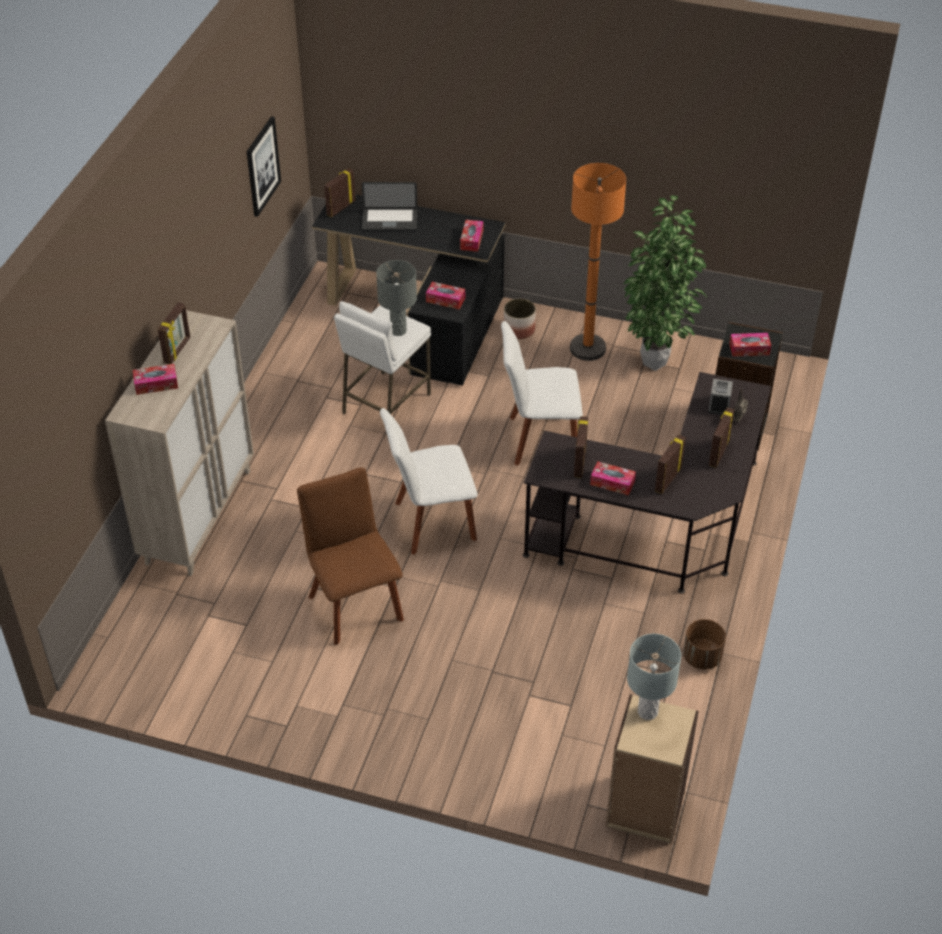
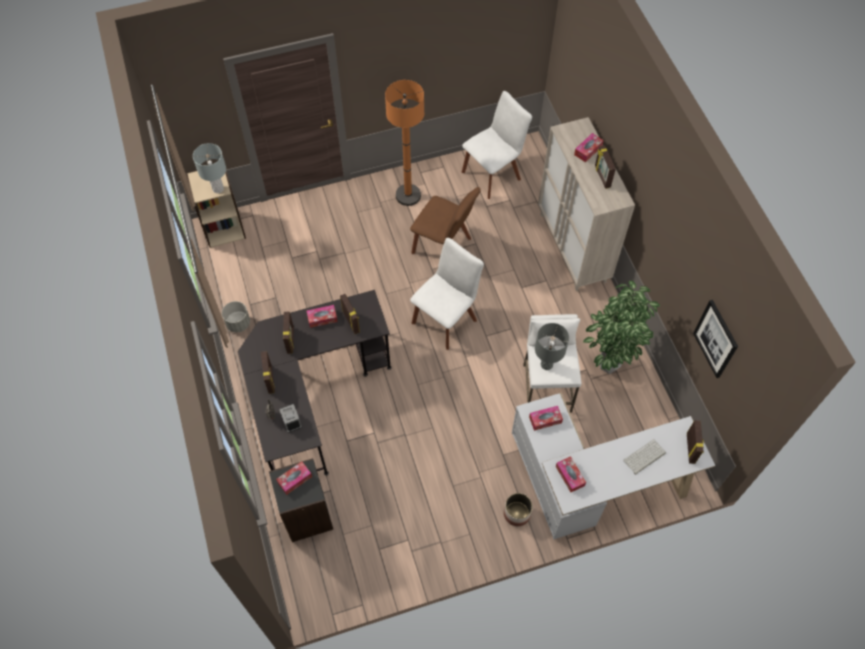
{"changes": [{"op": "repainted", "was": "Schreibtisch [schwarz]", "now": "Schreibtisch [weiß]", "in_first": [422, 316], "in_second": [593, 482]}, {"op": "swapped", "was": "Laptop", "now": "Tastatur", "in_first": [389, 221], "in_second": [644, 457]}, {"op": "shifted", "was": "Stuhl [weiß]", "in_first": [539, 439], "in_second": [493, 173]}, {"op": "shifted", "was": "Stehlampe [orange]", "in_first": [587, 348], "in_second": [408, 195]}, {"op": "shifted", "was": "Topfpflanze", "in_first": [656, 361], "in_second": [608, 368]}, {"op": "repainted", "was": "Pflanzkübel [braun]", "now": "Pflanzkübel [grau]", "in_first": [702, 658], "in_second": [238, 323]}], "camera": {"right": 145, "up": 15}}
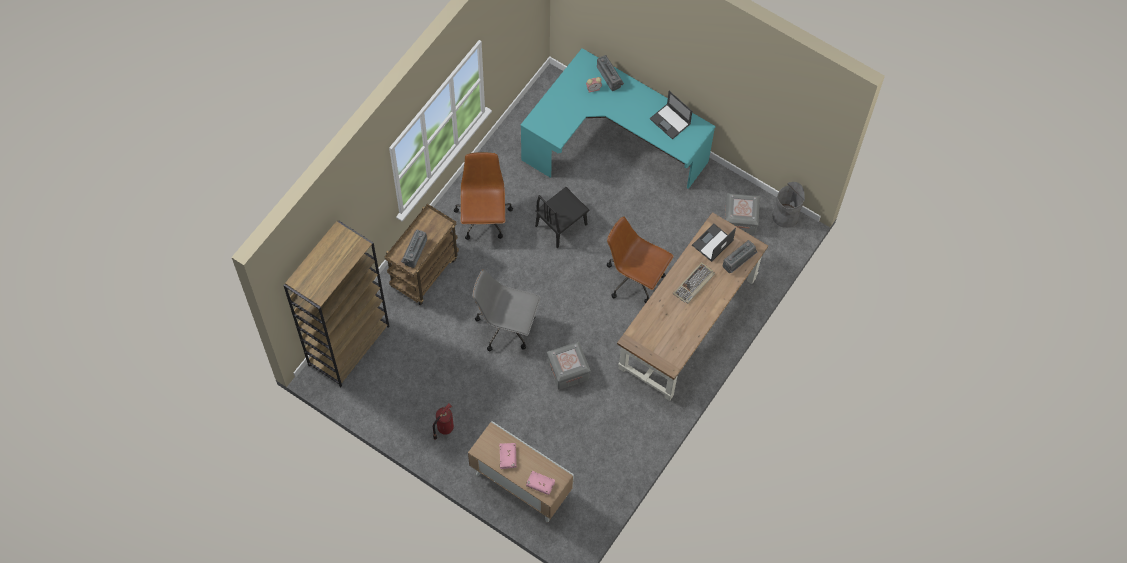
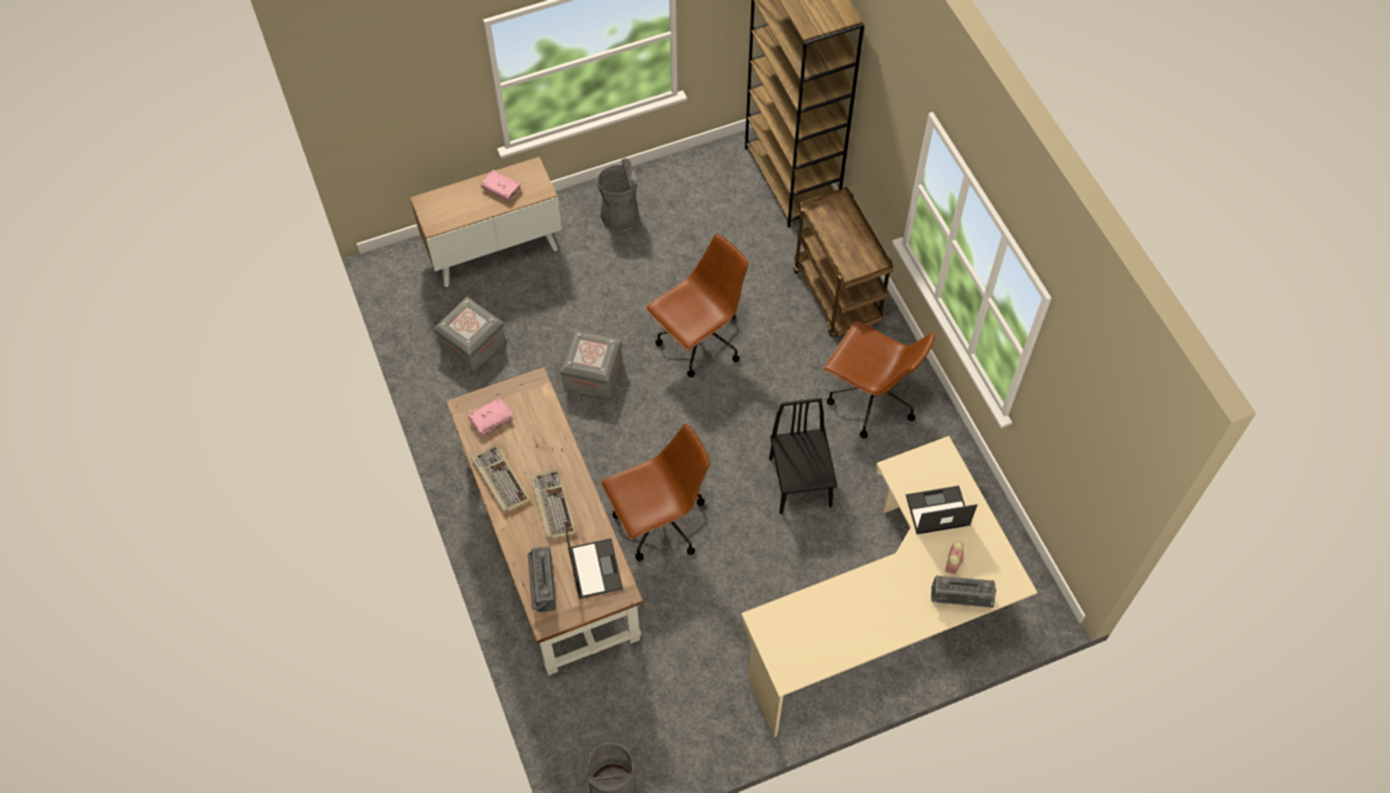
{"changes": [{"op": "gone", "was": "Radio", "in_first": [414, 251]}, {"op": "swapped", "was": "Feuerlöscher", "now": "Mülleimer [grau]", "in_first": [444, 428], "in_second": [619, 215]}, {"op": "repainted", "was": "Bürostuhl [grau]", "now": "Bürostuhl [braun]", "in_first": [506, 327], "in_second": [699, 342]}, {"op": "repainted", "was": "Schreibtisch [türkis]", "now": "Schreibtisch [beige]", "in_first": [612, 145], "in_second": [885, 621]}, {"op": "shifted", "was": "Buch [rosa]", "in_first": [540, 484], "in_second": [491, 419]}, {"op": "shifted", "was": "Laptop", "in_first": [670, 121], "in_second": [936, 511]}, {"op": "shifted", "was": "Aufbewahrungsbox [grau]", "in_first": [740, 219], "in_second": [472, 344]}, {"op": "new", "now": "Tastatur", "in_second": [499, 480]}], "camera": {"right": 125, "up": -5}}
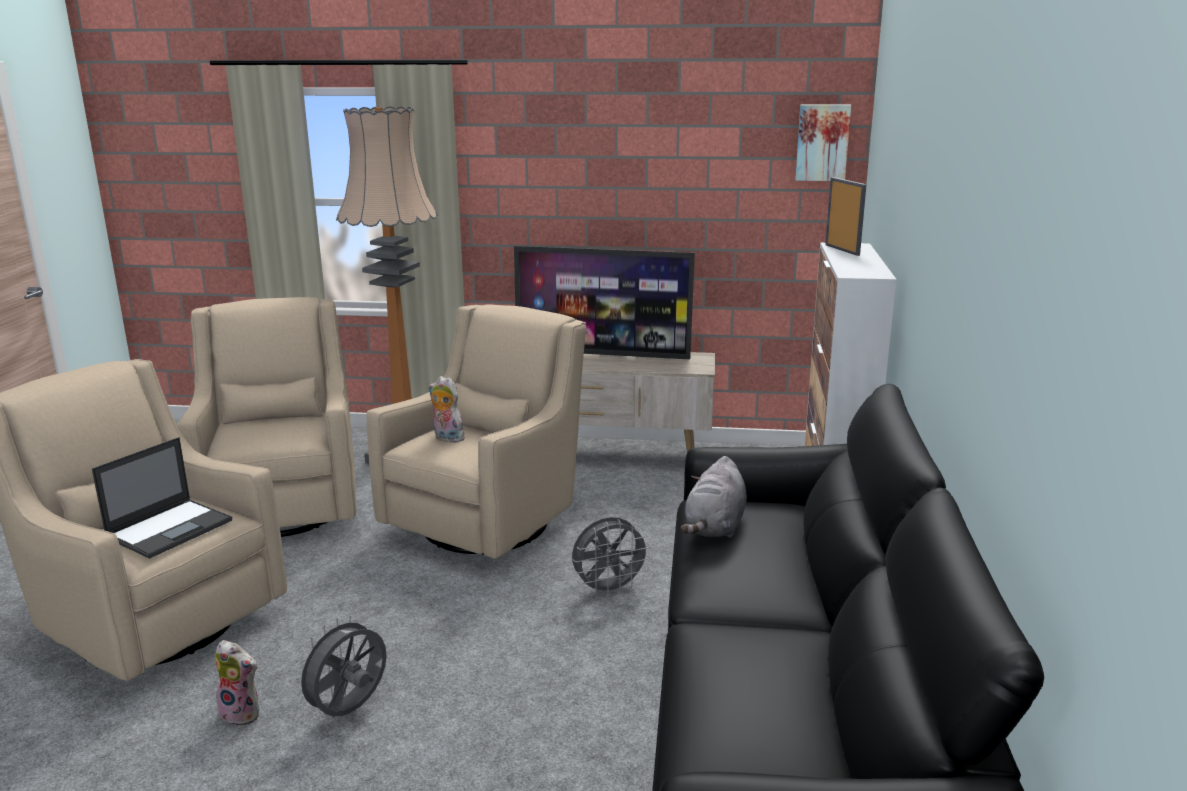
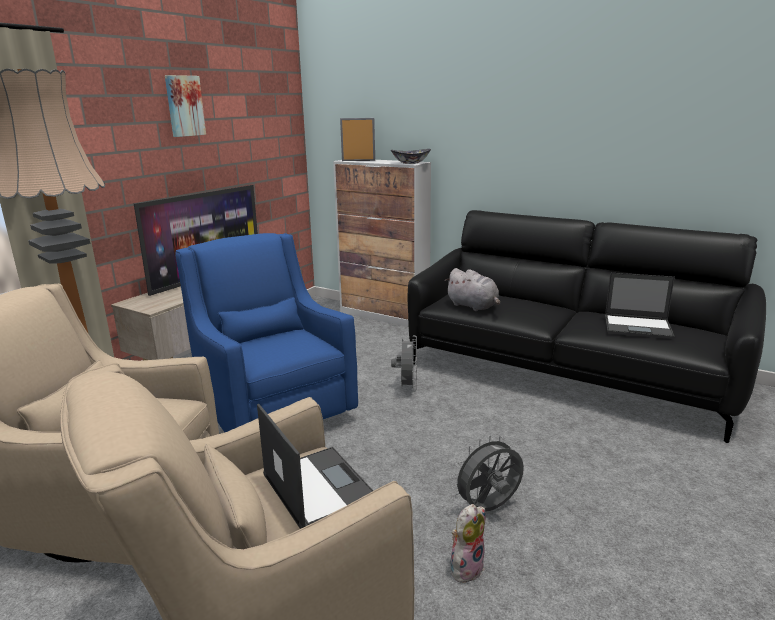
{"changes": [{"op": "rotated", "was": "Ventilator [grau]", "in_first": [349, 711], "in_second": [489, 509], "clockwise": 90}, {"op": "repainted", "was": "Sessel [beige]", "now": "Sessel [blau]", "in_first": [489, 521], "in_second": [272, 410]}, {"op": "gone", "was": "Plüschtier", "in_first": [446, 438]}, {"op": "shifted", "was": "Bild", "in_first": [822, 142], "in_second": [184, 106]}, {"op": "new", "now": "Schüssel", "in_second": [410, 163]}, {"op": "new", "now": "Laptop", "in_second": [638, 327]}], "camera": {"right": -65, "up": 0}}
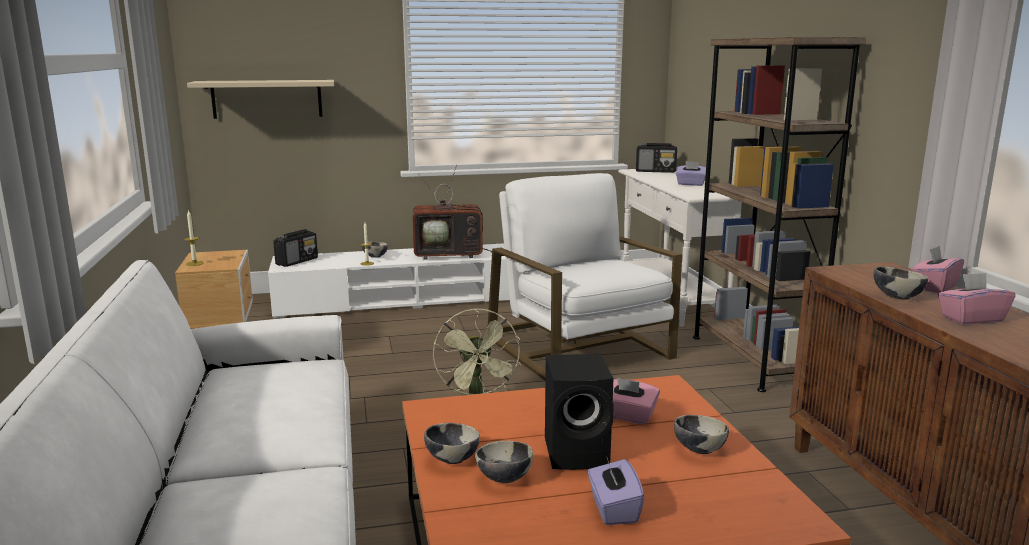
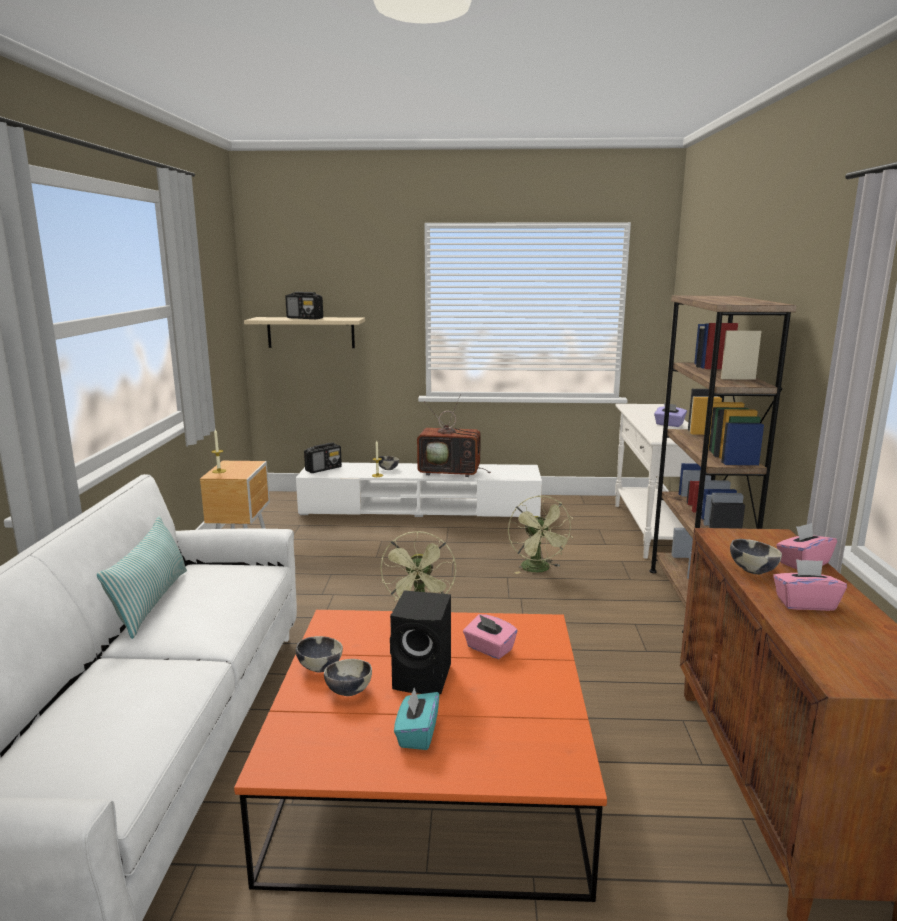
{"changes": [{"op": "swapped", "was": "Sessel [weiß]", "now": "Ventilator [grün]", "in_first": [581, 348], "in_second": [538, 569]}, {"op": "repainted", "was": "Taschentuchbox [lila]", "now": "Taschentuchbox [türkis]", "in_first": [613, 509], "in_second": [417, 734]}, {"op": "shifted", "was": "Radio", "in_first": [656, 171], "in_second": [305, 318]}, {"op": "gone", "was": "Schüssel", "in_first": [699, 449]}, {"op": "new", "now": "Kissen", "in_second": [151, 602]}], "camera": {"right": 15, "up": 0}}
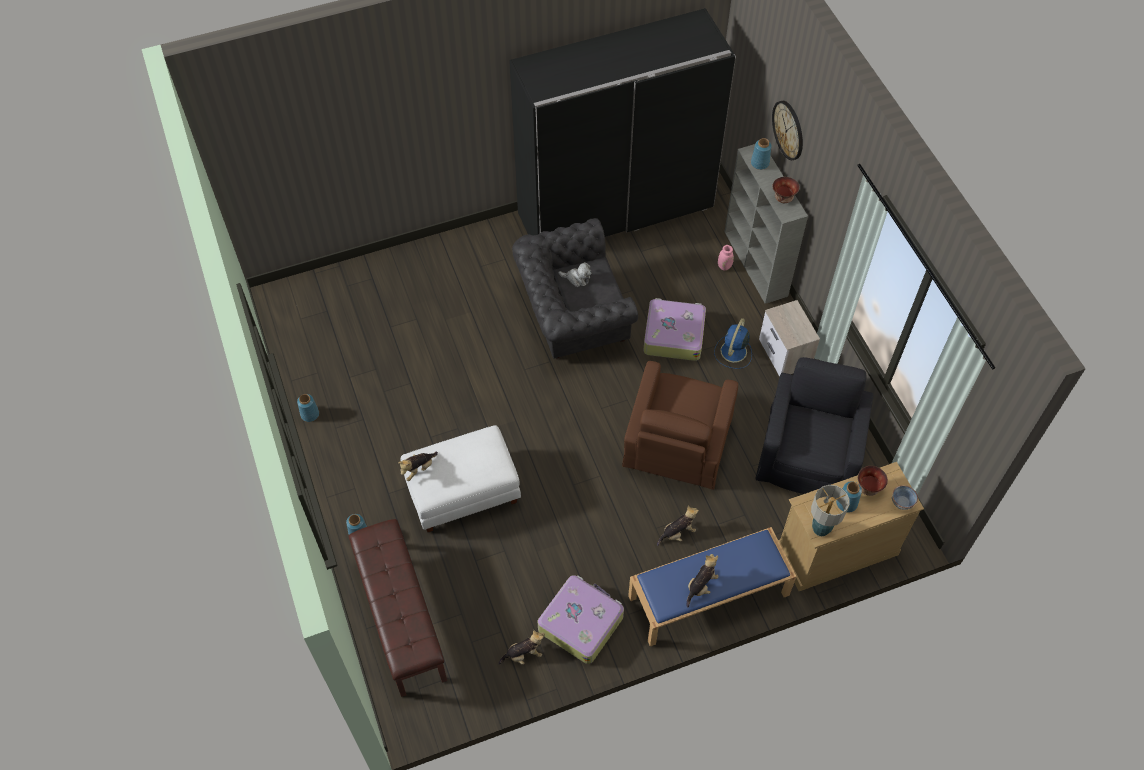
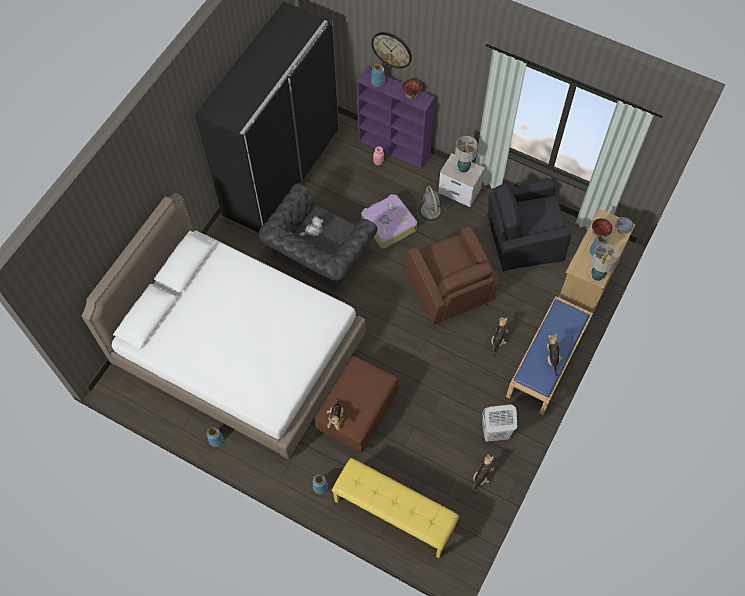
{"changes": [{"op": "repainted", "was": "Bank [braun]", "now": "Bank [gelb]", "in_first": [400, 617], "in_second": [393, 514]}, {"op": "repainted", "was": "Polsterhocker [weiß]", "now": "Polsterhocker [braun]", "in_first": [463, 491], "in_second": [357, 411]}, {"op": "swapped", "was": "Koffer", "now": "Wäschekorb [weiß]", "in_first": [580, 622], "in_second": [495, 432]}, {"op": "repainted", "was": "Ventilator [blau]", "now": "Ventilator [grau]", "in_first": [733, 352], "in_second": [431, 211]}, {"op": "repainted", "was": "Bücherregal [grau]", "now": "Bücherregal [lila]", "in_first": [756, 264], "in_second": [395, 148]}, {"op": "rotated", "was": "Sessel [schwarz]", "in_first": [809, 451], "in_second": [523, 238], "clockwise": -75}, {"op": "new", "now": "Bett [weiß]", "in_second": [239, 351]}, {"op": "new", "now": "Tischlampe", "in_second": [463, 168]}], "camera": {"right": -40, "up": 5}}
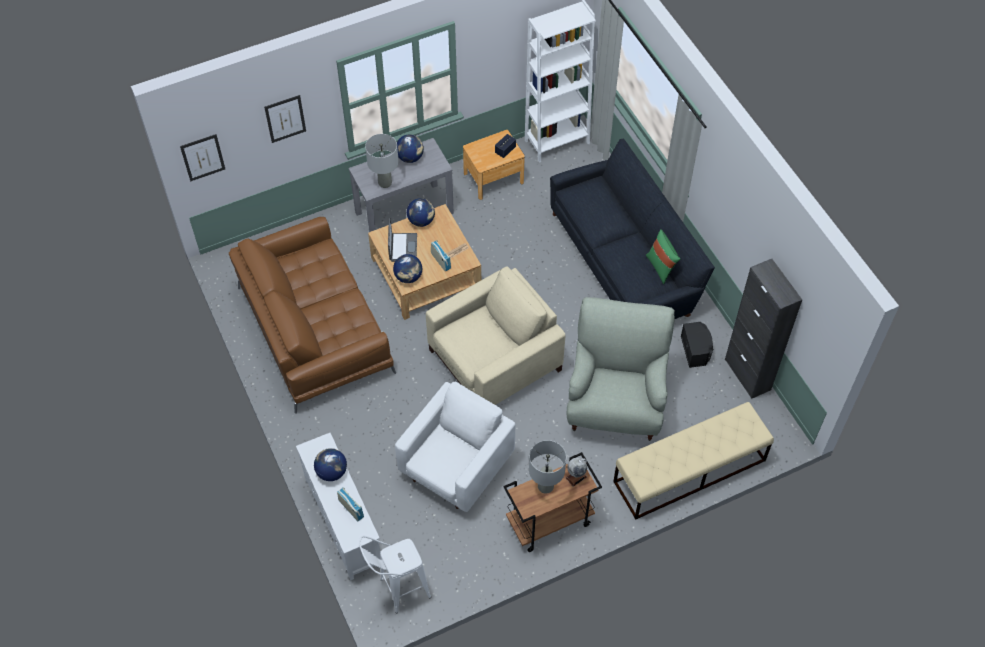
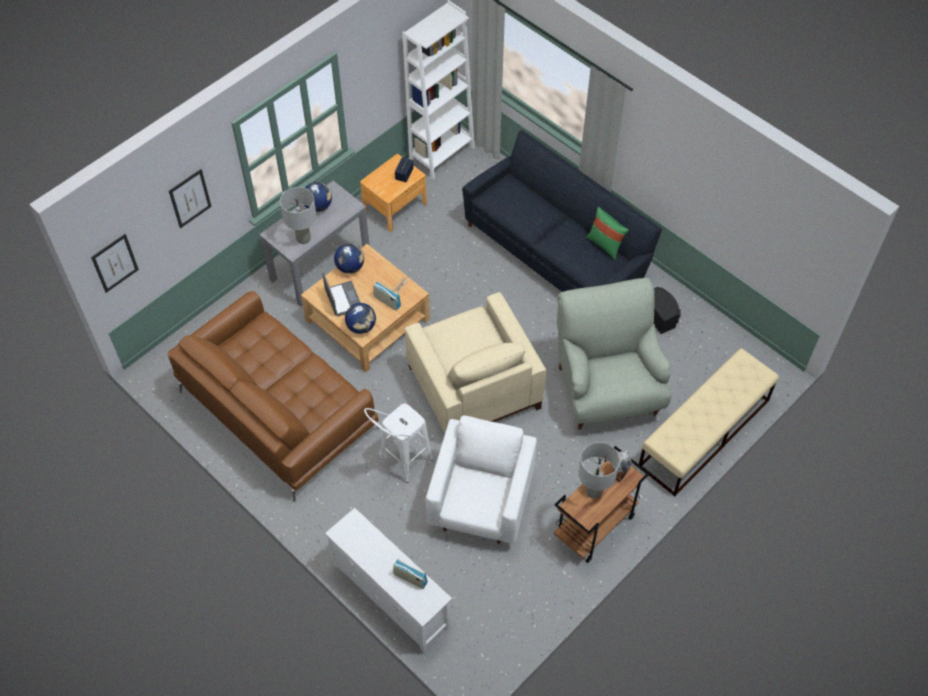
{"changes": [{"op": "gone", "was": "Globus", "in_first": [331, 472]}, {"op": "shifted", "was": "Hocker [weiß]", "in_first": [397, 591], "in_second": [400, 464]}, {"op": "rotated", "was": "Sessel [beige]", "in_first": [494, 361], "in_second": [472, 386], "clockwise": 120}, {"op": "gone", "was": "Schrank [schwarz]", "in_first": [747, 374]}], "camera": {"right": -20, "up": 0}}
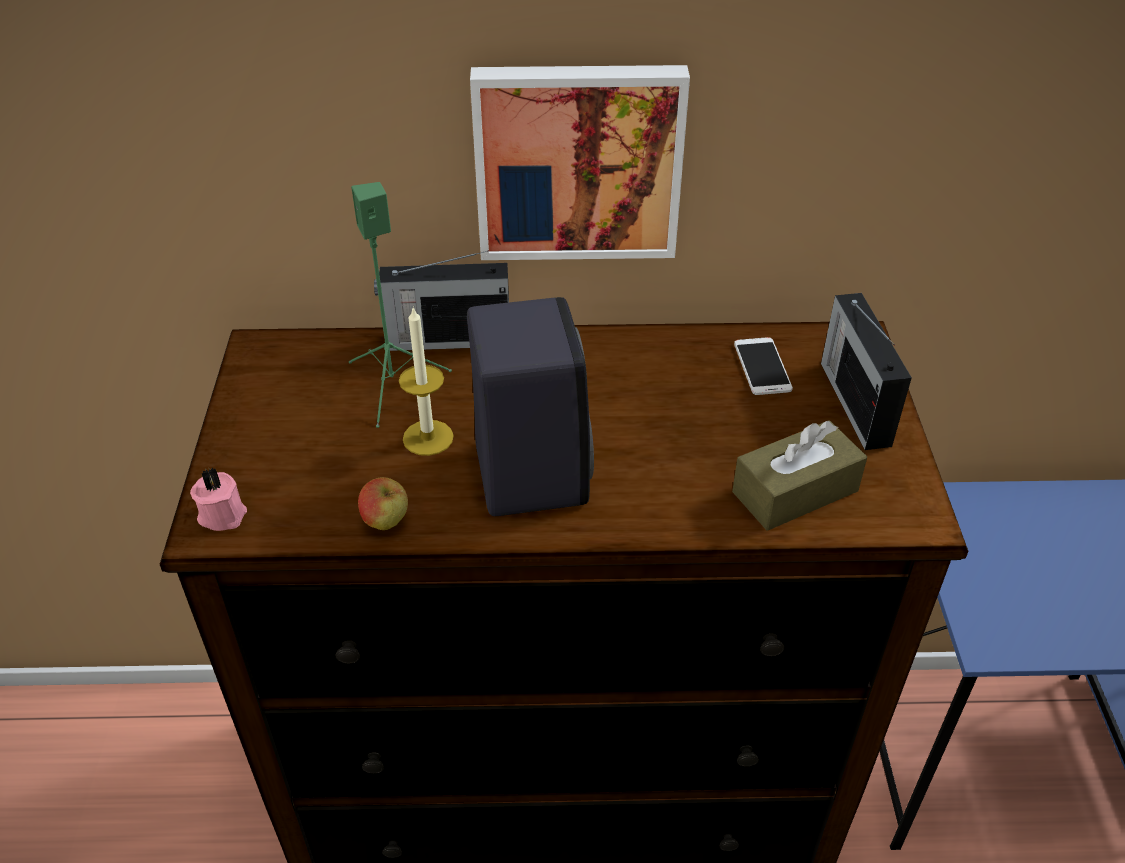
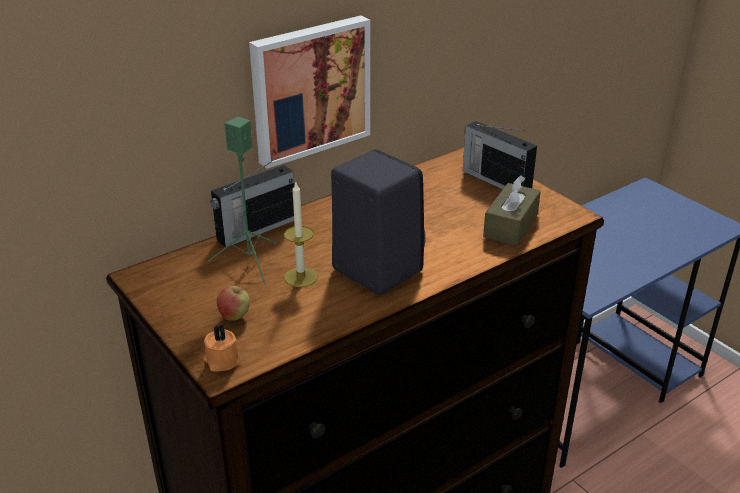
{"changes": [{"op": "repainted", "was": "Kerze [rosa]", "now": "Kerze [orange]", "in_first": [222, 513], "in_second": [221, 361]}, {"op": "shifted", "was": "Apfel", "in_first": [386, 522], "in_second": [235, 316]}, {"op": "gone", "was": "Handy", "in_first": [762, 367]}], "camera": {"right": -35, "up": -10}}
